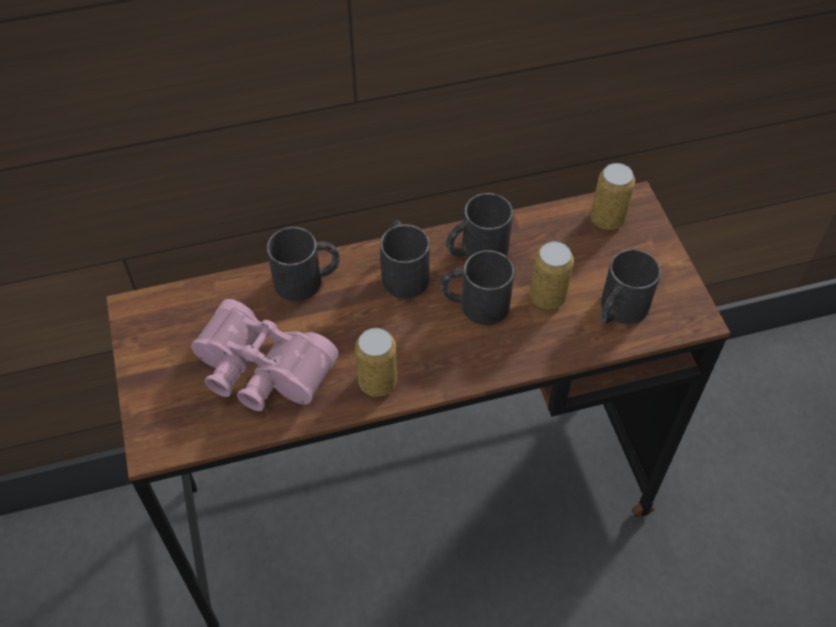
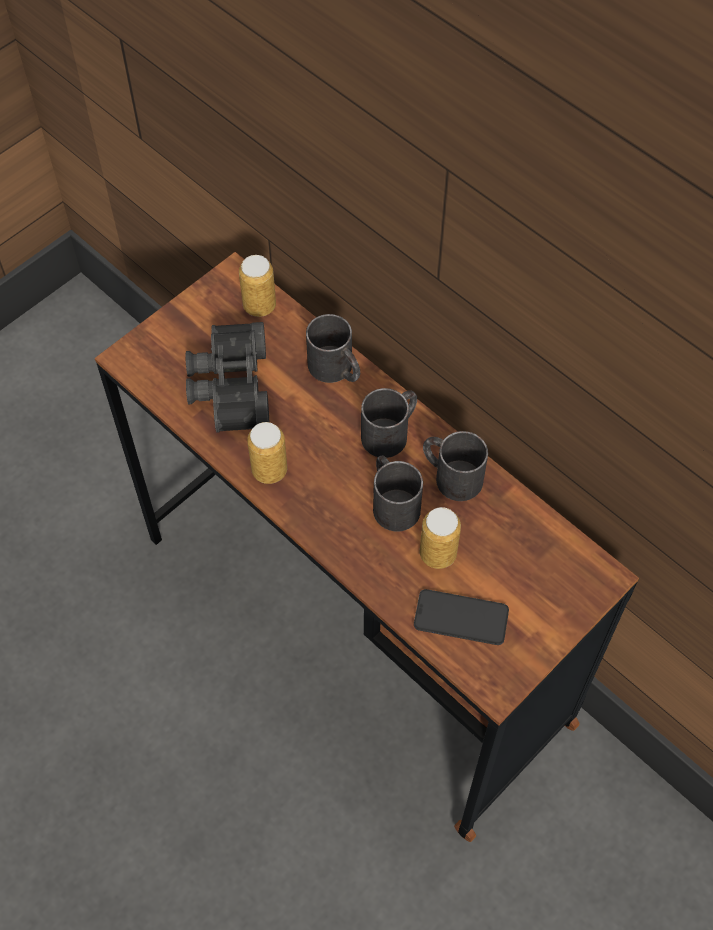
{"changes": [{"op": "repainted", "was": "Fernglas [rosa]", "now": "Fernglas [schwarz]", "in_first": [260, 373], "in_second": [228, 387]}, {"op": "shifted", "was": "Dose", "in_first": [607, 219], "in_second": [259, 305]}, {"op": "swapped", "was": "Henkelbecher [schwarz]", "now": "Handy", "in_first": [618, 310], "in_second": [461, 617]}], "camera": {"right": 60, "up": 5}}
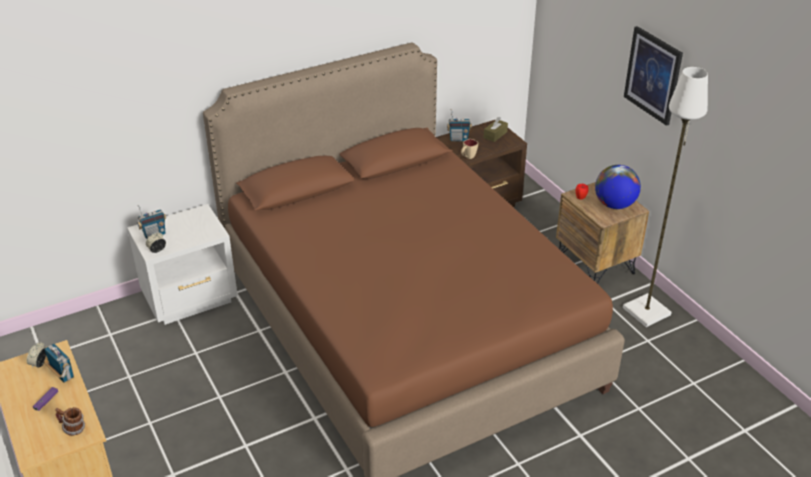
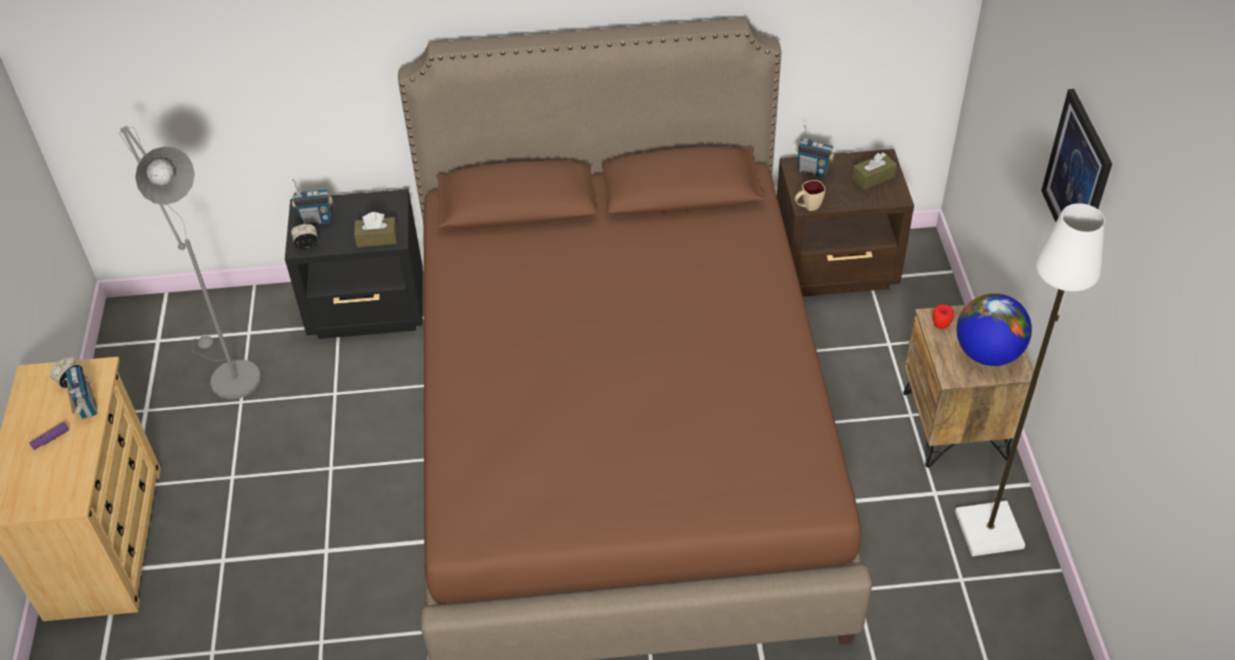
{"changes": [{"op": "gone", "was": "Henkelbecher", "in_first": [73, 429]}, {"op": "repainted", "was": "Nachttisch [weiß]", "now": "Nachttisch [schwarz]", "in_first": [191, 299], "in_second": [369, 310]}, {"op": "new", "now": "Stehlampe [grau]", "in_second": [229, 375]}, {"op": "new", "now": "Taschentuchbox [braun]", "in_second": [377, 238]}], "camera": {"right": 25, "up": 10}}
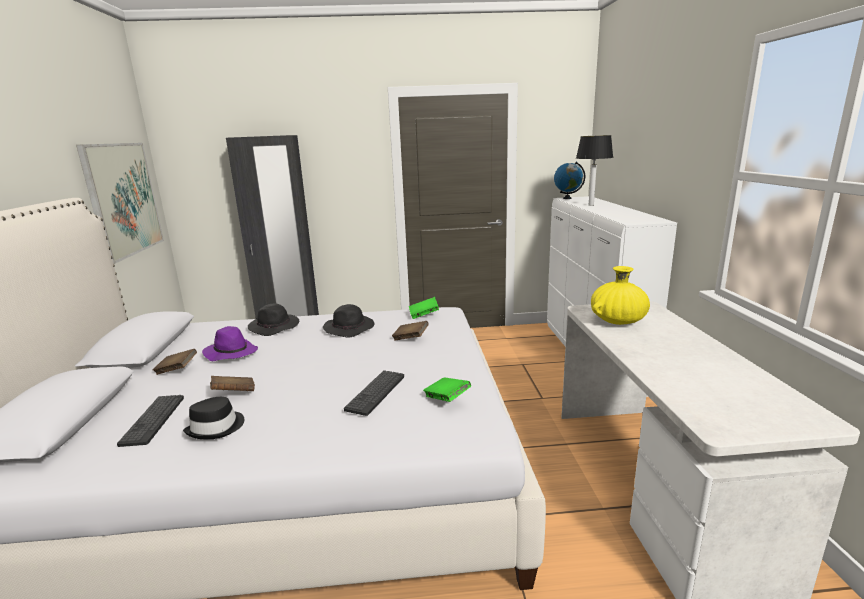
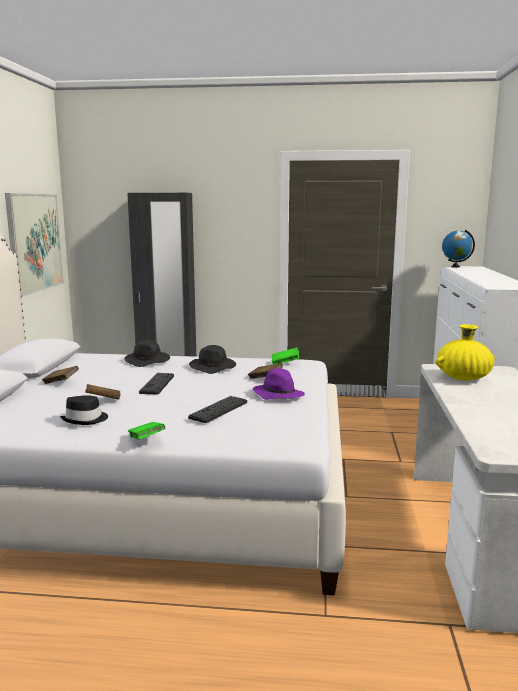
{"changes": [{"op": "shifted", "was": "Tastatur", "in_first": [153, 420], "in_second": [157, 384]}, {"op": "shifted", "was": "Hut [lila]", "in_first": [230, 353], "in_second": [278, 395]}, {"op": "shifted", "was": "Buch [grün]", "in_first": [447, 399], "in_second": [146, 440]}, {"op": "gone", "was": "Tischlampe", "in_first": [590, 205]}], "camera": {"right": 10, "up": -5}}
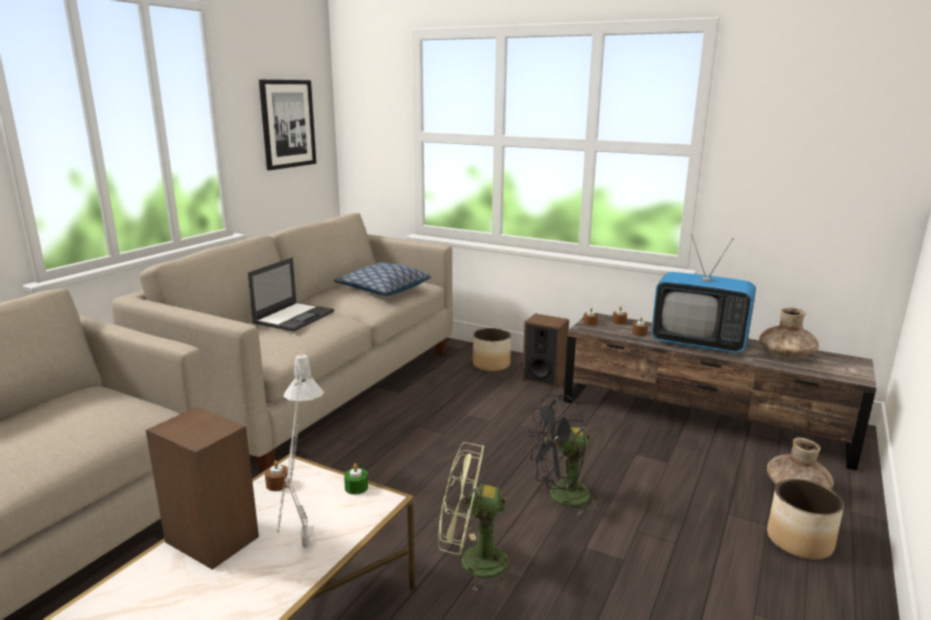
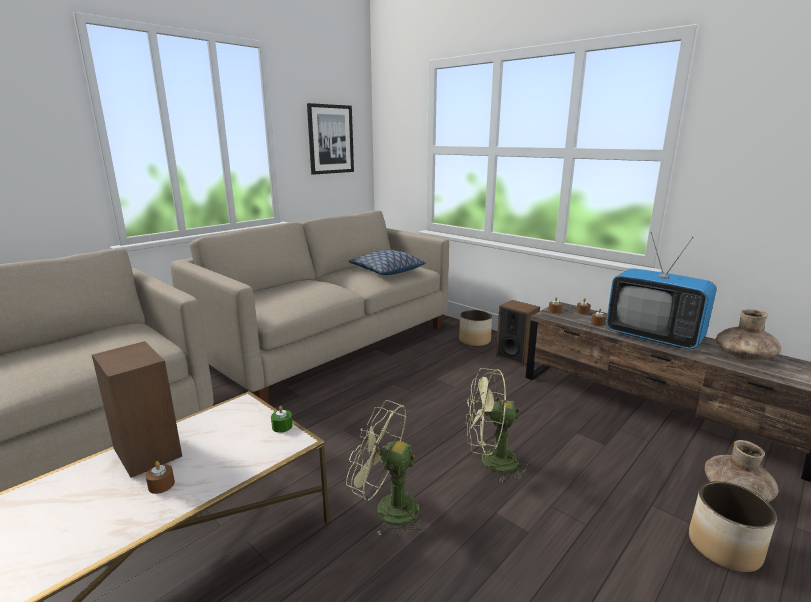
{"changes": [{"op": "gone", "was": "Laptop", "in_first": [294, 317]}, {"op": "shifted", "was": "Kerze [braun]", "in_first": [278, 484], "in_second": [161, 485]}, {"op": "gone", "was": "Tischlampe [grau]", "in_first": [304, 555]}, {"op": "repainted", "was": "Ventilator [schwarz]", "now": "Ventilator [grün]", "in_first": [561, 497], "in_second": [490, 462]}], "camera": {"right": 15, "up": 0}}
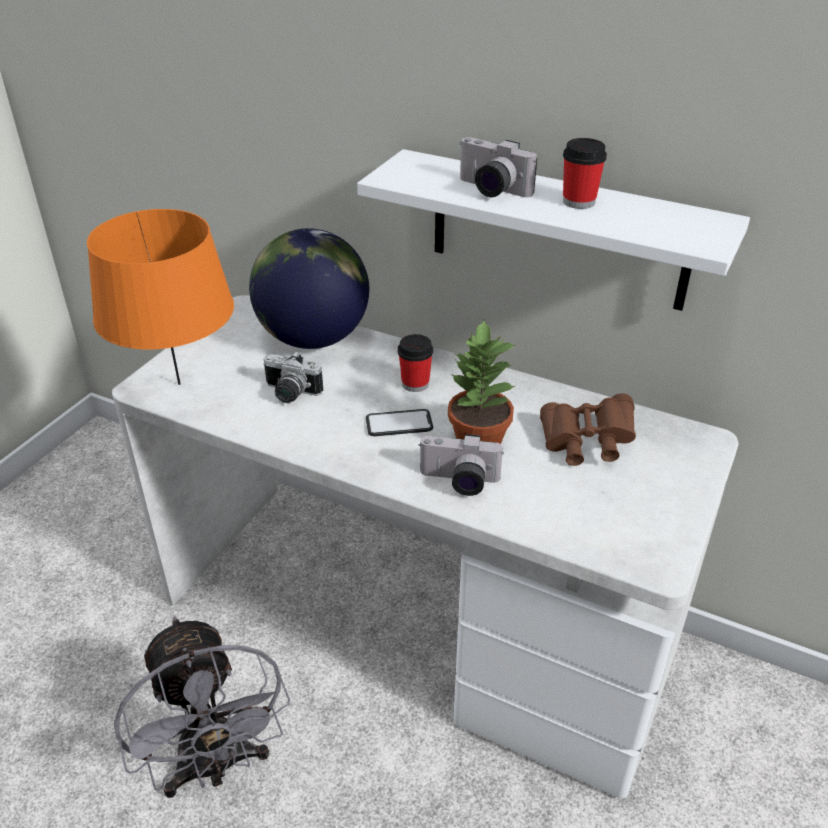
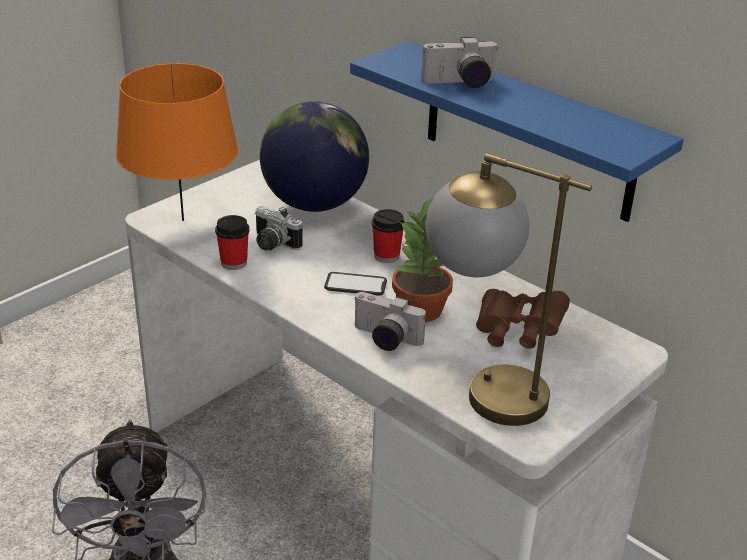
{"changes": [{"op": "repainted", "was": "Wandregal [weiß]", "now": "Wandregal [blau]", "in_first": [558, 231], "in_second": [528, 132]}, {"op": "rotated", "was": "Kamera", "in_first": [490, 190], "in_second": [460, 84], "clockwise": -60}, {"op": "shifted", "was": "Tasse", "in_first": [579, 202], "in_second": [234, 263]}, {"op": "new", "now": "Tischlampe", "in_second": [481, 389]}], "camera": {"right": 15, "up": -5}}
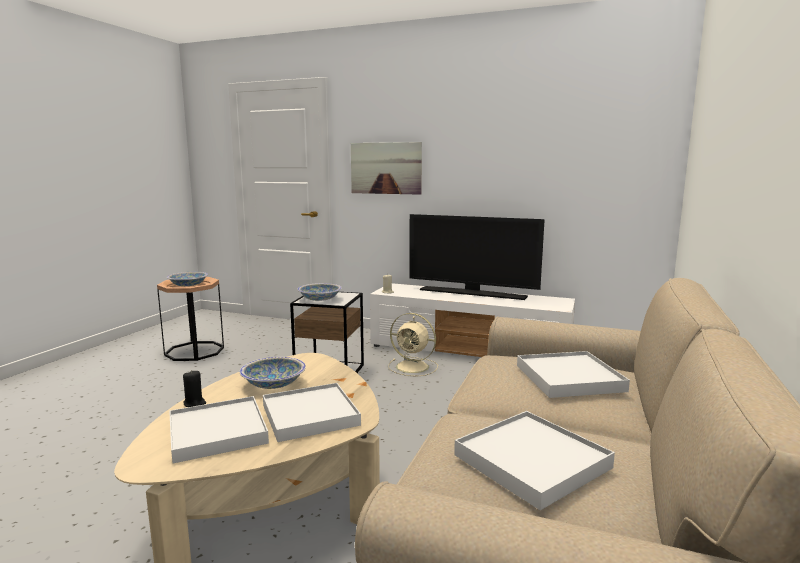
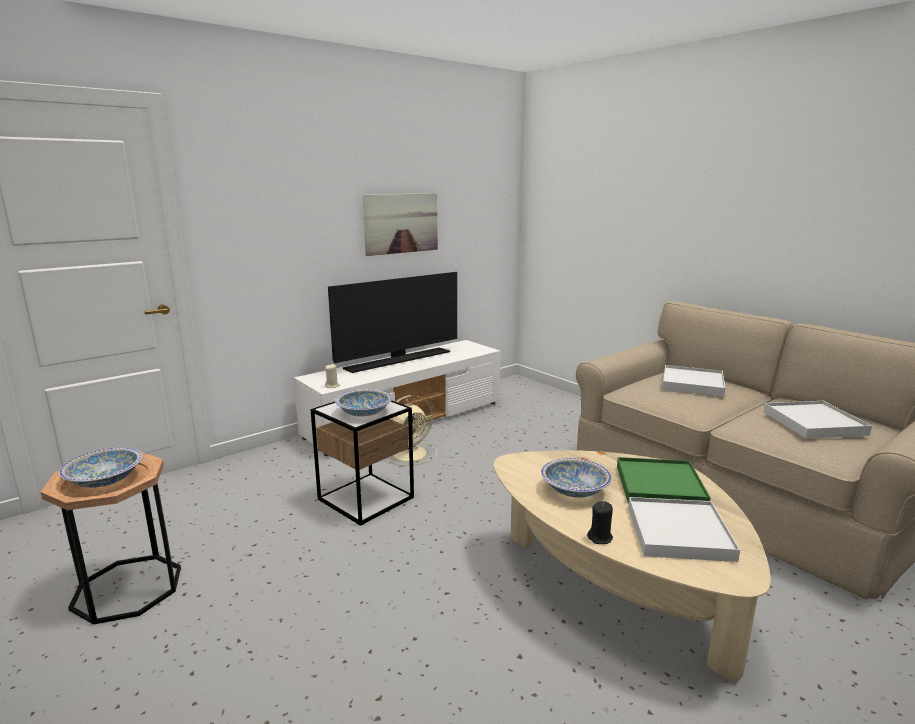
{"changes": [{"op": "repainted", "was": "Tablett [weiß]", "now": "Tablett [grün]", "in_first": [310, 415], "in_second": [660, 486]}, {"op": "shifted", "was": "Bild", "in_first": [386, 168], "in_second": [401, 223]}], "camera": {"right": -60, "up": 5}}
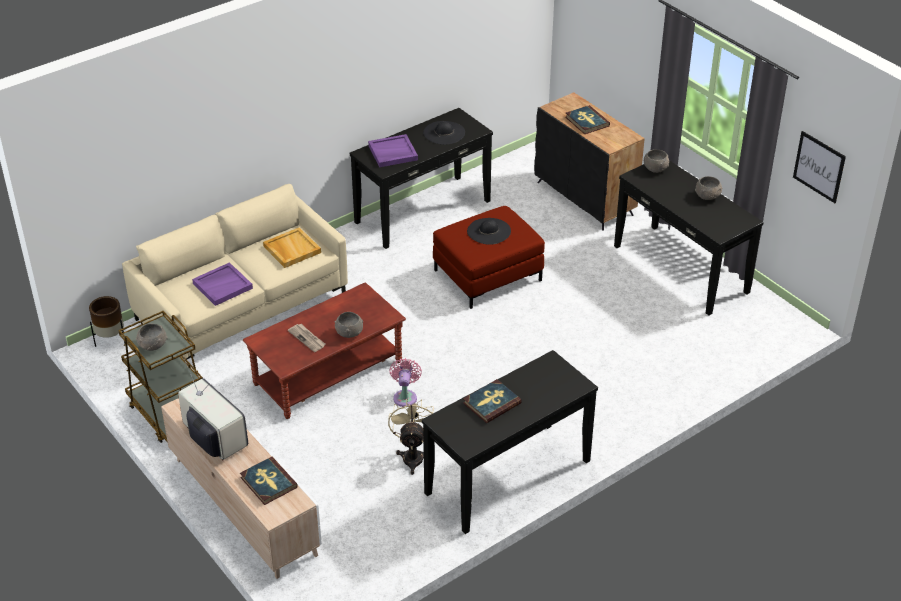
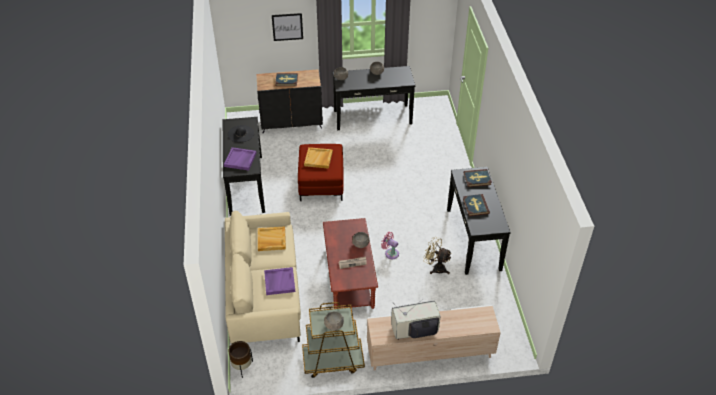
{"changes": [{"op": "shifted", "was": "Buch", "in_first": [268, 482], "in_second": [477, 179]}, {"op": "swapped", "was": "Hut [schwarz]", "now": "Tablett [beige]", "in_first": [489, 231], "in_second": [318, 159]}, {"op": "shifted", "was": "Bild", "in_first": [819, 166], "in_second": [287, 26]}], "camera": {"right": -60, "up": 5}}
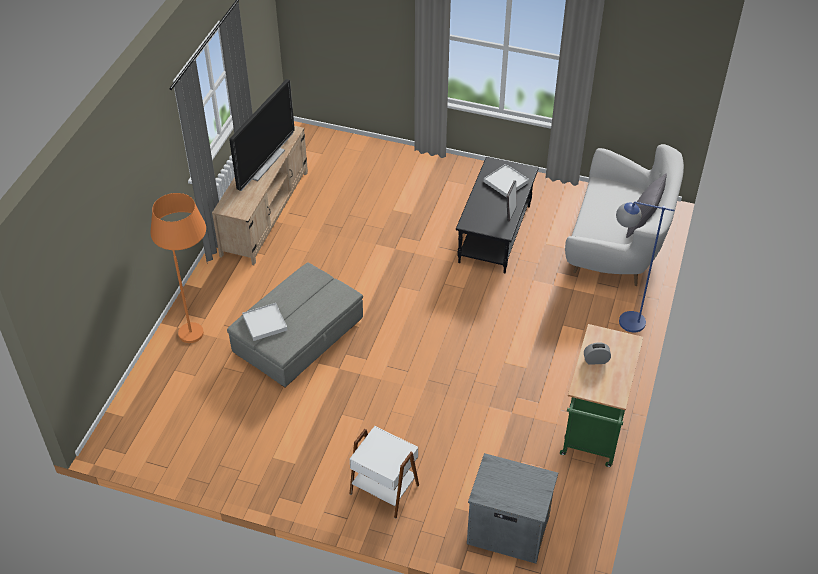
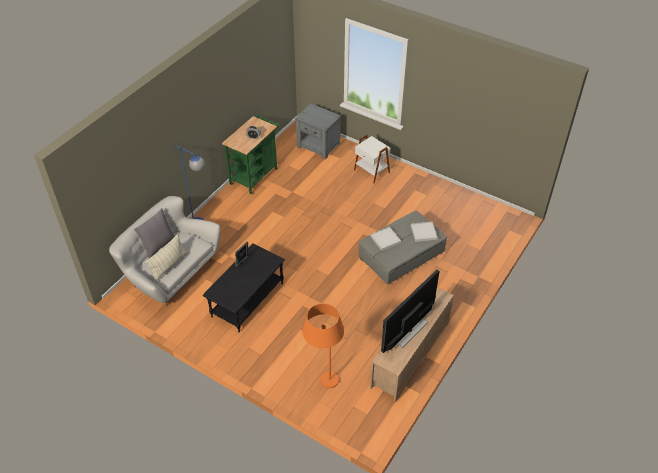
{"changes": [{"op": "shifted", "was": "Stehlampe [orange]", "in_first": [197, 323], "in_second": [323, 388]}, {"op": "shifted", "was": "Tablett [weiß]", "in_first": [506, 182], "in_second": [385, 239]}, {"op": "new", "now": "Kissen", "in_second": [169, 265]}], "camera": {"right": -165, "up": 0}}
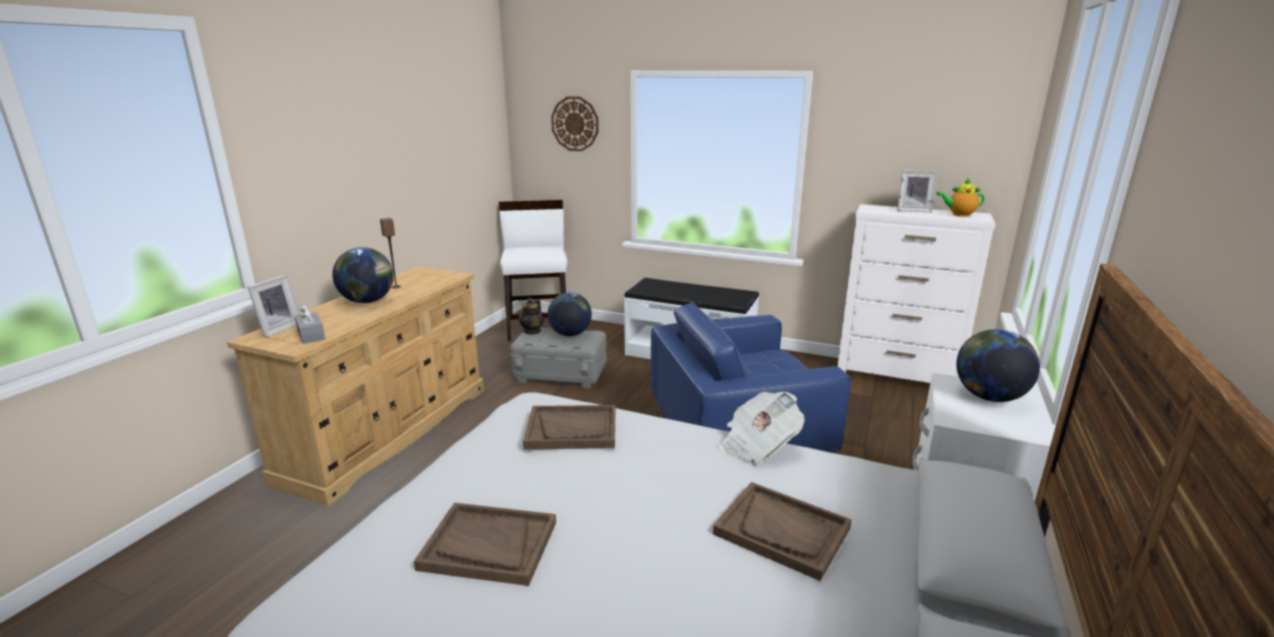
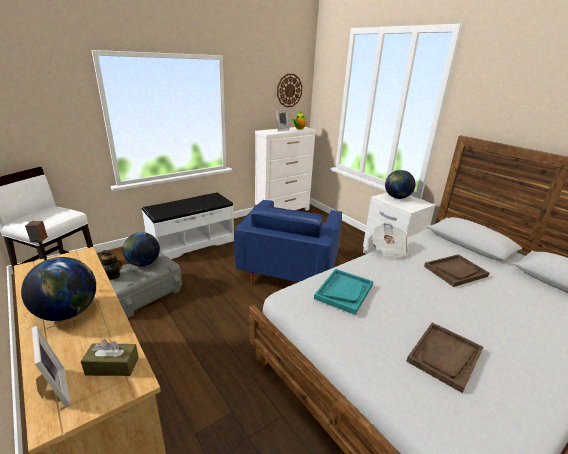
{"changes": [{"op": "repainted", "was": "Taschentuchbox [grau]", "now": "Taschentuchbox [braun]", "in_first": [311, 335], "in_second": [112, 366]}, {"op": "repainted", "was": "Tablett [braun]", "now": "Tablett [türkis]", "in_first": [572, 429], "in_second": [344, 291]}, {"op": "shifted", "was": "Wanduhr", "in_first": [575, 124], "in_second": [289, 90]}], "camera": {"right": -60, "up": 5}}
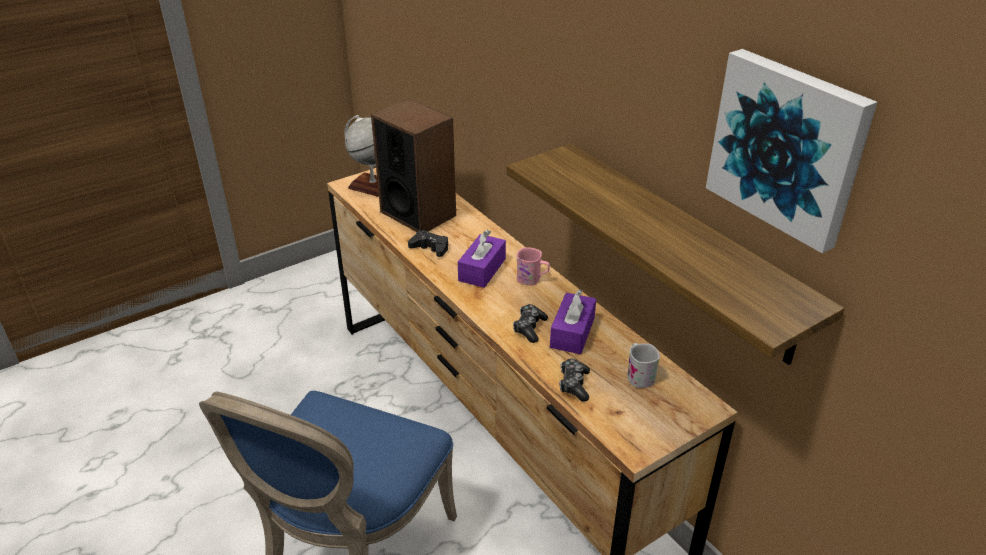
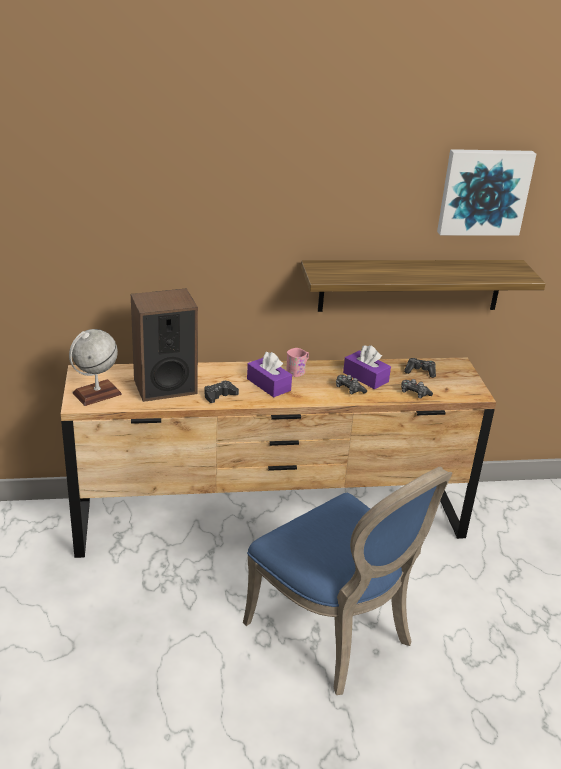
{"changes": [{"op": "swapped", "was": "Henkelbecher [weiß]", "now": "Gamepad", "in_first": [639, 375], "in_second": [420, 371]}], "camera": {"right": -65, "up": -5}}
